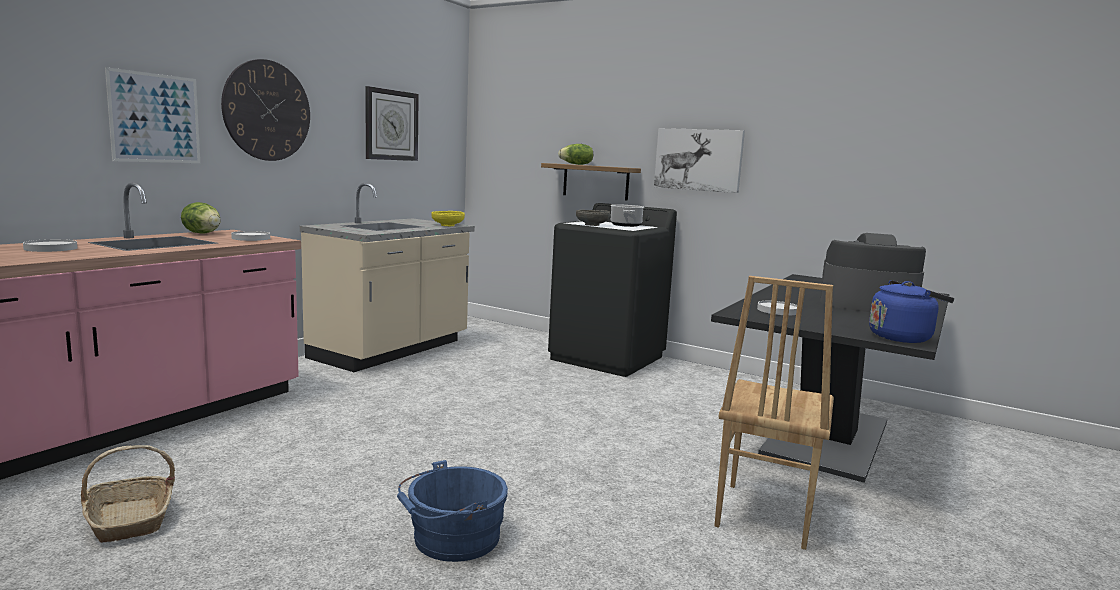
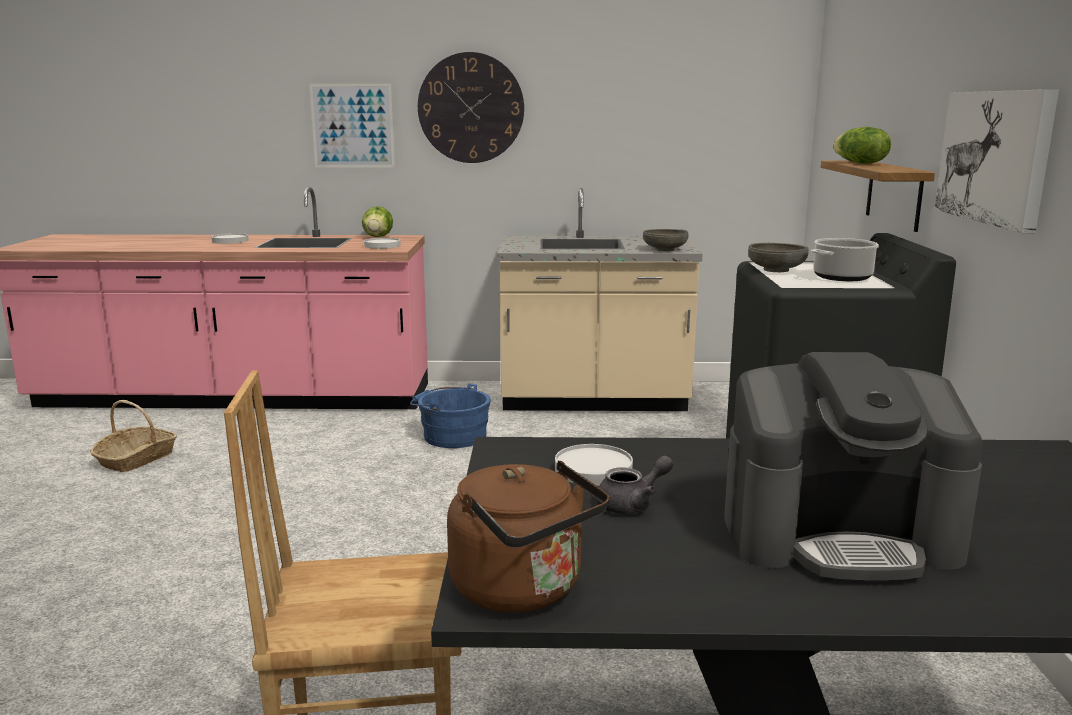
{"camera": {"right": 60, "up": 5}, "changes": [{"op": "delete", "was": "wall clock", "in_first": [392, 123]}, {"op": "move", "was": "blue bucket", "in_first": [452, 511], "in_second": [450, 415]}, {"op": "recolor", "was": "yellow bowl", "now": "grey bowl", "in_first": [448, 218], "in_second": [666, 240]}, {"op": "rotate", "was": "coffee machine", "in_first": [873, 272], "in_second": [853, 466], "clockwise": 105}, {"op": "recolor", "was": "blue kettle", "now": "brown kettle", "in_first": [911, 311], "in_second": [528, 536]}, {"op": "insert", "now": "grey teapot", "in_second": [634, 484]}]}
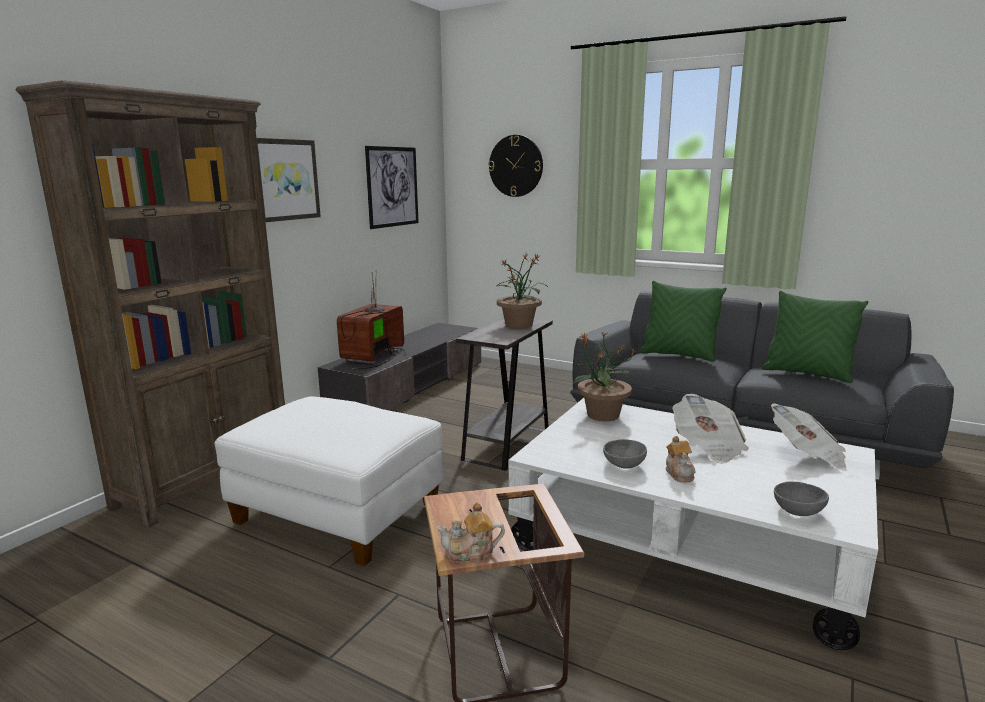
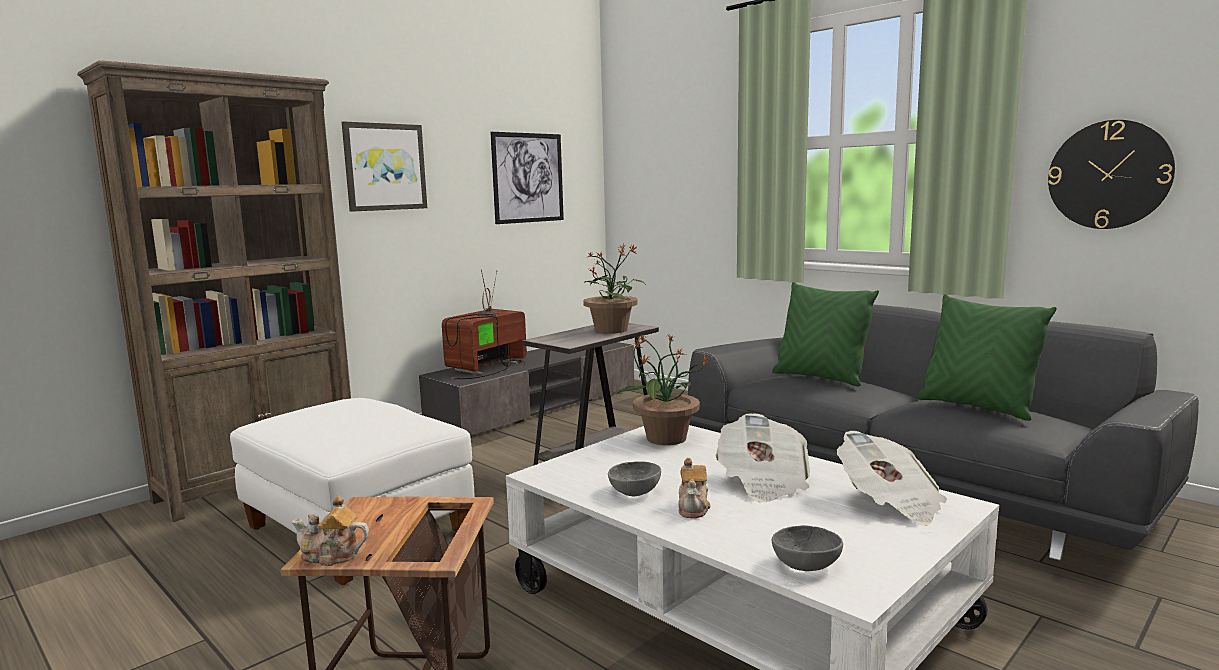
{"camera": {"right": 15, "up": -5}, "changes": [{"op": "move", "was": "wall clock", "in_first": [515, 166], "in_second": [1111, 174]}]}
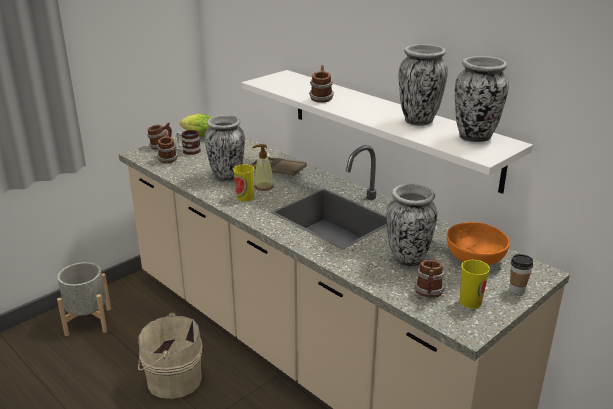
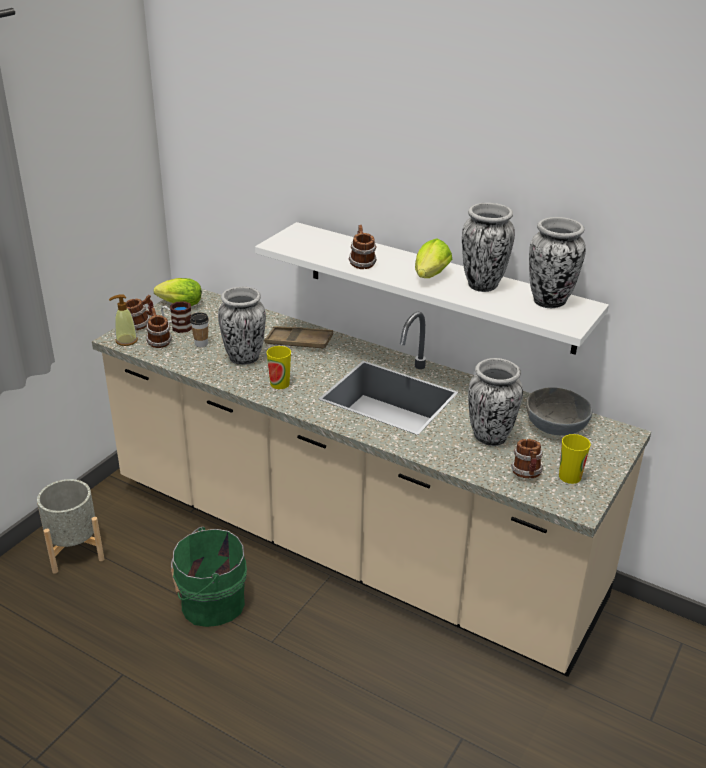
{"camera": {"right": -15, "up": 5}, "changes": [{"op": "recolor", "was": "beige bucket", "now": "green bucket", "in_first": [170, 356], "in_second": [209, 577]}, {"op": "move", "was": "soap dispenser", "in_first": [263, 167], "in_second": [123, 320]}, {"op": "recolor", "was": "orange bowl", "now": "grey bowl", "in_first": [478, 243], "in_second": [559, 411]}, {"op": "move", "was": "cup", "in_first": [521, 274], "in_second": [199, 329]}, {"op": "insert", "now": "lettuce", "in_second": [433, 258]}]}
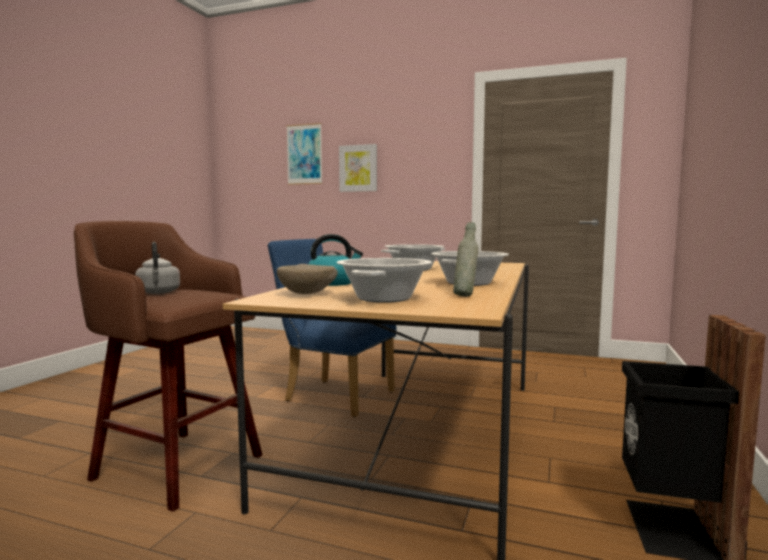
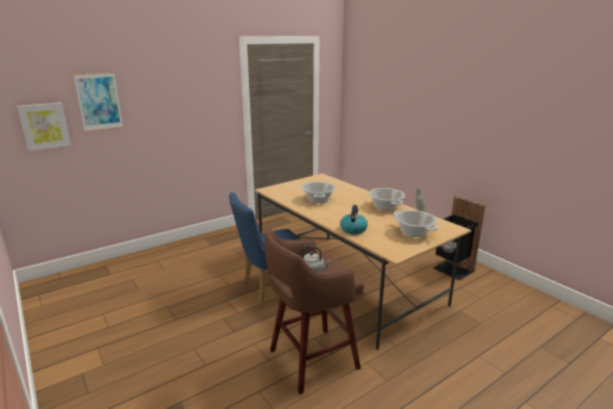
{"camera": {"right": -55, "up": 15}, "changes": [{"op": "delete", "was": "beige bowl", "in_first": [307, 279]}, {"op": "move", "was": "picture", "in_first": [358, 168], "in_second": [44, 126]}]}
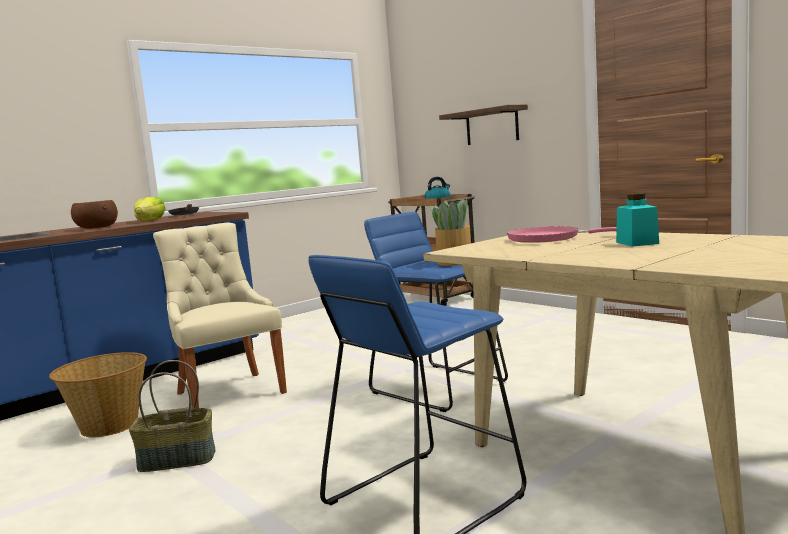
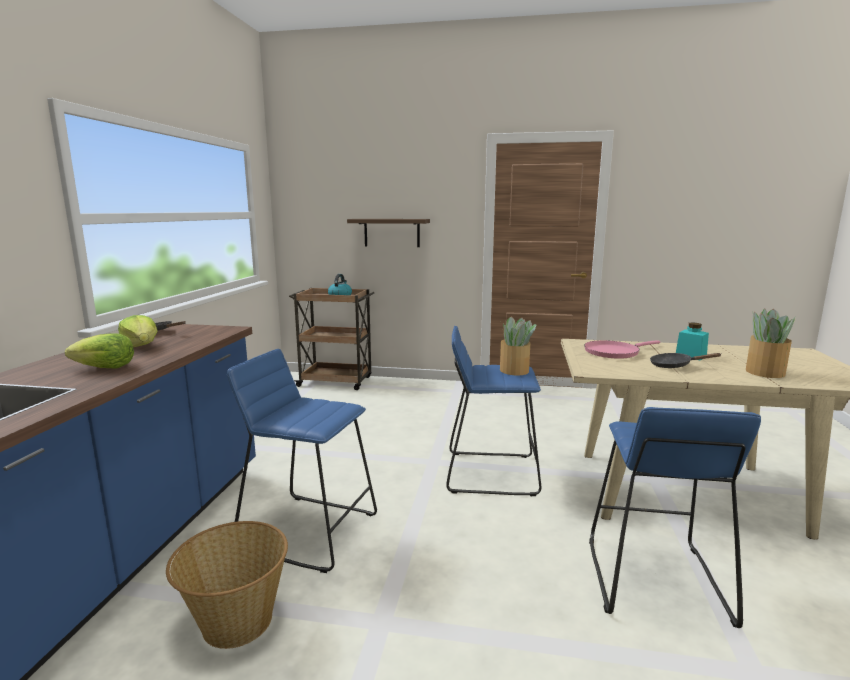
{"camera": {"right": -40, "up": 5}, "changes": [{"op": "replace", "was": "brown bowl", "now": "lettuce", "in_first": [94, 214], "in_second": [99, 350]}, {"op": "delete", "was": "basket", "in_first": [172, 416]}, {"op": "replace", "was": "beige chair", "now": "blue stool", "in_first": [220, 316], "in_second": [302, 461]}, {"op": "insert", "now": "black frying pan", "in_second": [685, 360]}, {"op": "insert", "now": "potted plant", "in_second": [771, 343]}]}
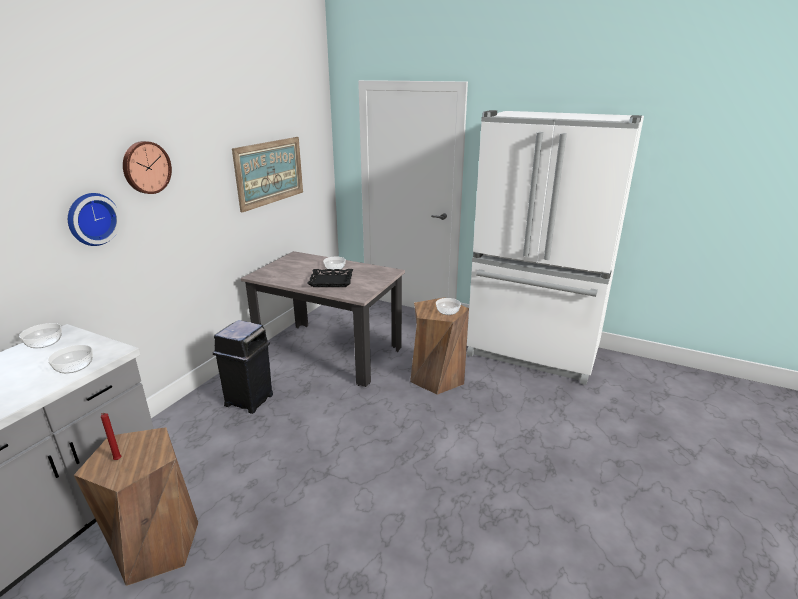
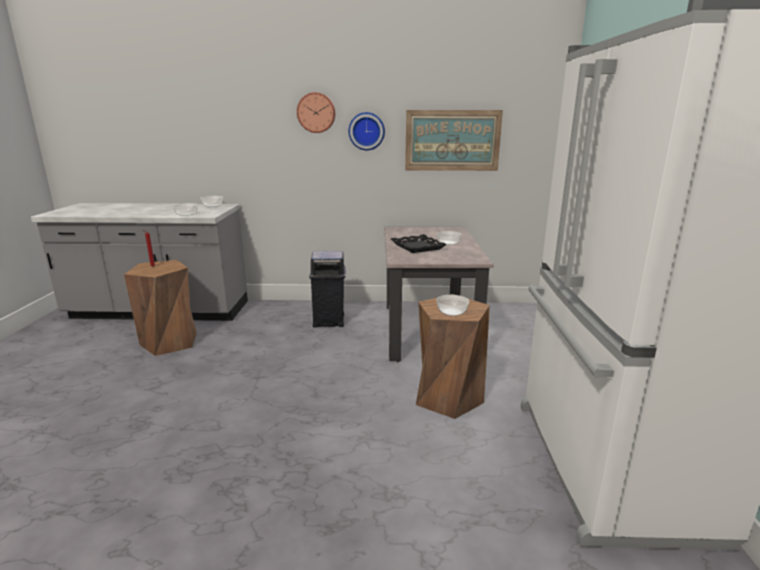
{"camera": {"right": 65, "up": -5}, "changes": [{"op": "move", "was": "wall clock", "in_first": [94, 219], "in_second": [367, 131]}]}
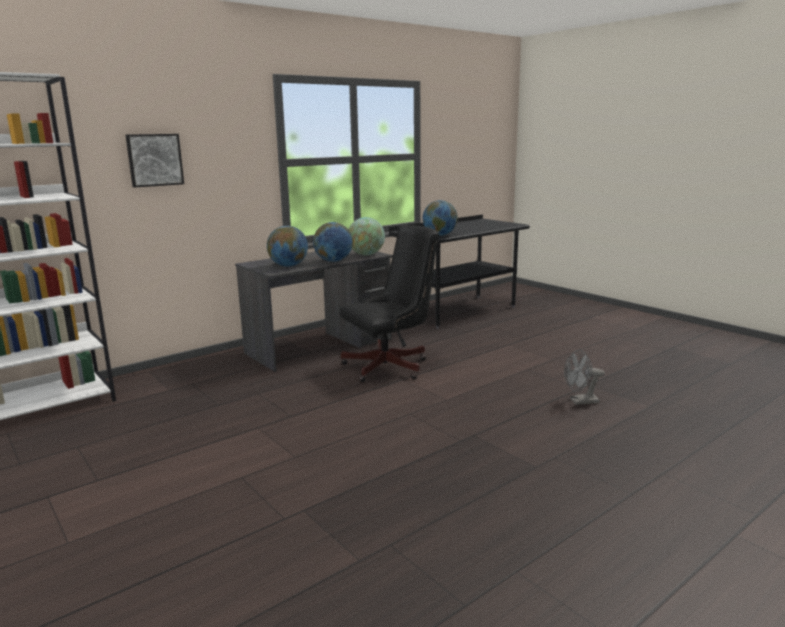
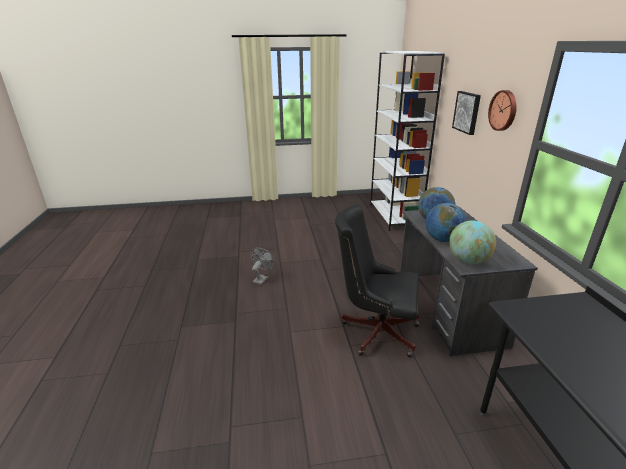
{"camera": {"right": 120, "up": 10}, "changes": [{"op": "rotate", "was": "black office chair", "in_first": [389, 303], "in_second": [377, 281], "clockwise": 105}, {"op": "delete", "was": "globe", "in_first": [440, 218]}, {"op": "move", "was": "grey fan", "in_first": [584, 377], "in_second": [262, 266]}, {"op": "insert", "now": "wall clock", "in_second": [502, 110]}]}
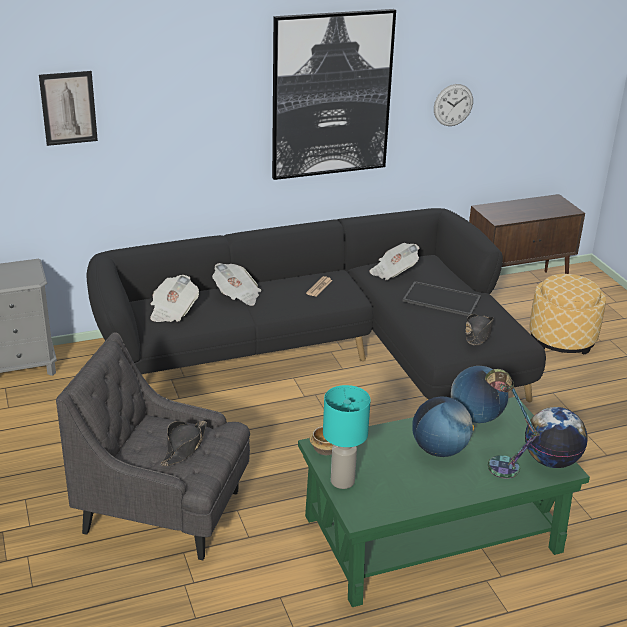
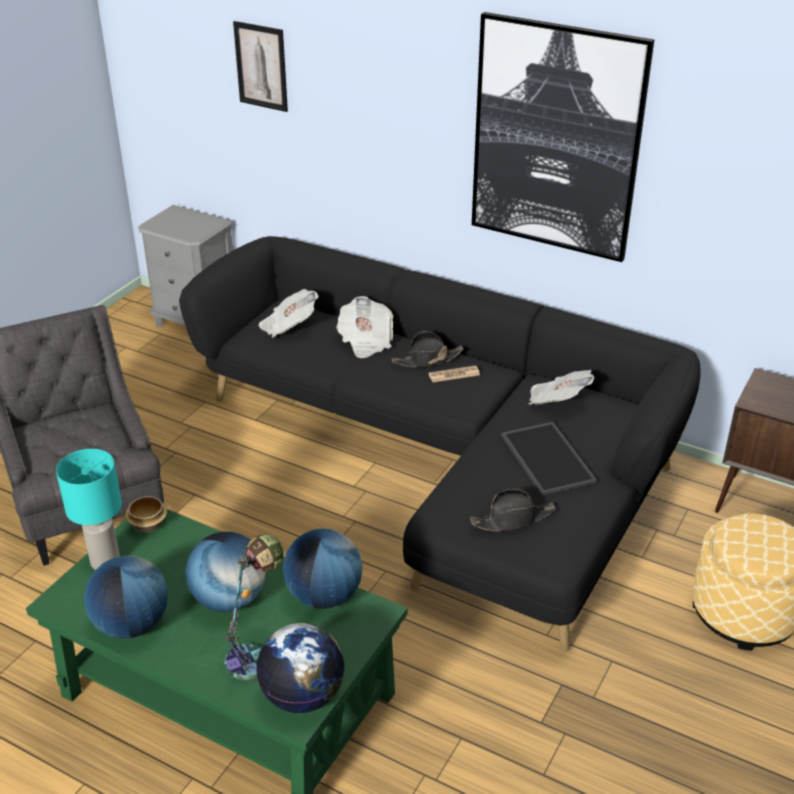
{"camera": {"right": 50, "up": 5}, "changes": [{"op": "move", "was": "black hat", "in_first": [183, 443], "in_second": [428, 349]}, {"op": "delete", "was": "wall clock", "in_first": [453, 105]}, {"op": "insert", "now": "globe", "in_second": [126, 597]}]}
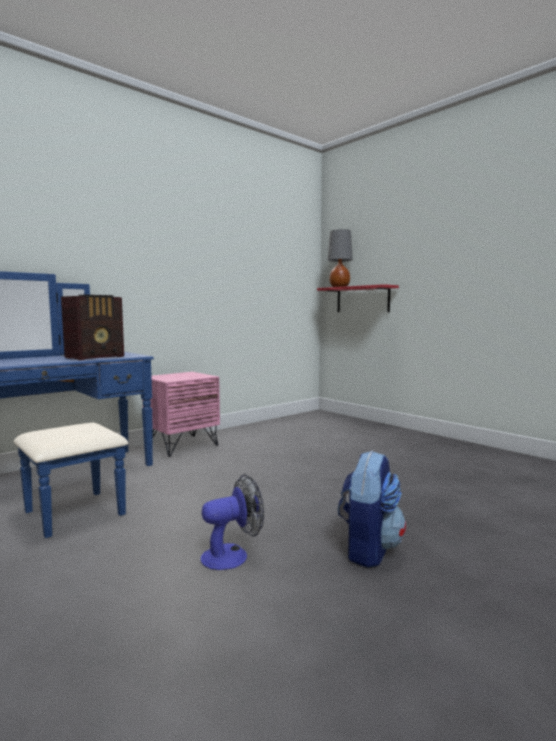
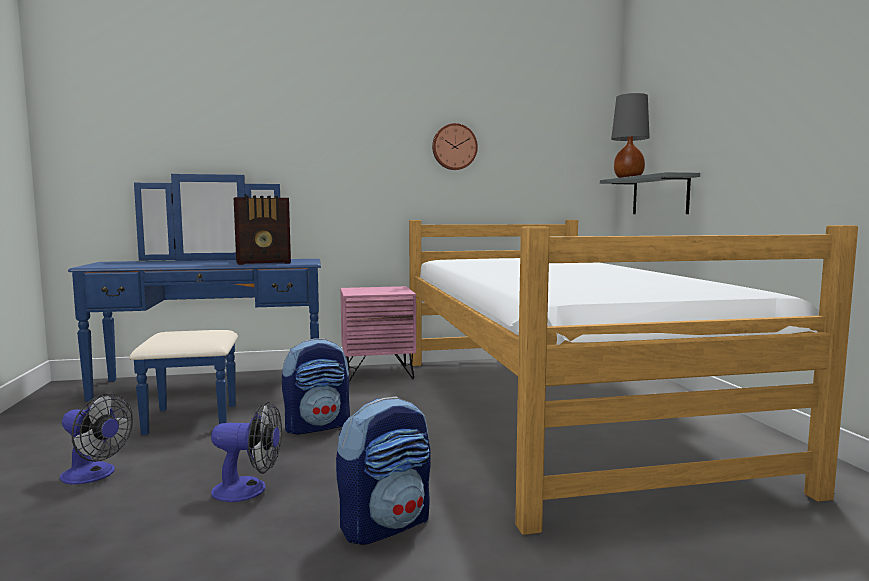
{"camera": {"right": 30, "up": 0}, "changes": [{"op": "recolor", "was": "red shelf", "now": "grey shelf", "in_first": [358, 298], "in_second": [650, 193]}, {"op": "insert", "now": "fan", "in_second": [96, 438]}, {"op": "insert", "now": "backpack", "in_second": [316, 386]}, {"op": "insert", "now": "bed", "in_second": [633, 377]}, {"op": "insert", "now": "wall clock", "in_second": [455, 146]}]}
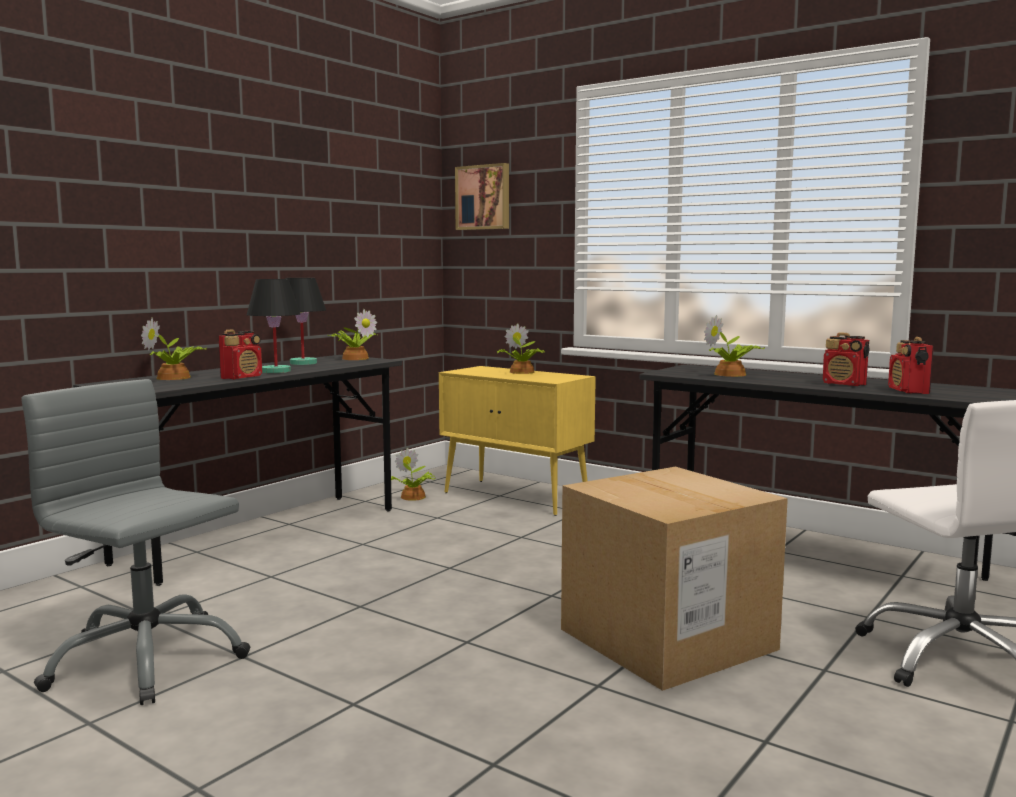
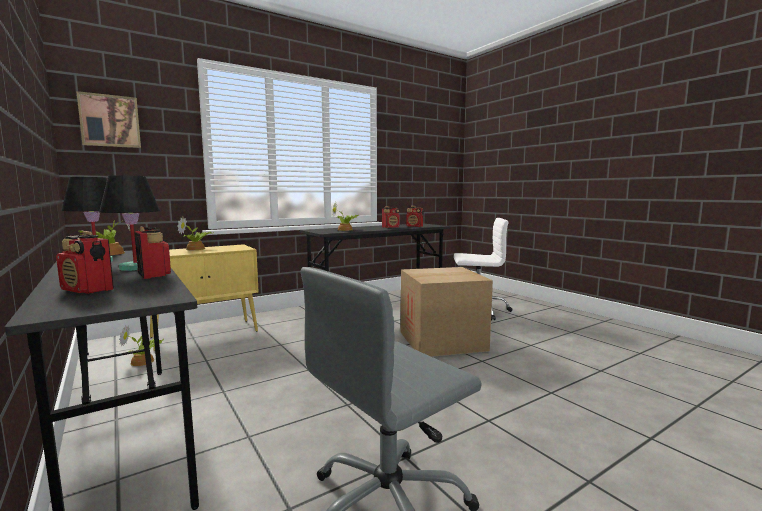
{"camera": {"right": -70, "up": 0}, "changes": [{"op": "replace", "was": "potted plant", "now": "radio", "in_first": [174, 349], "in_second": [85, 262]}]}
